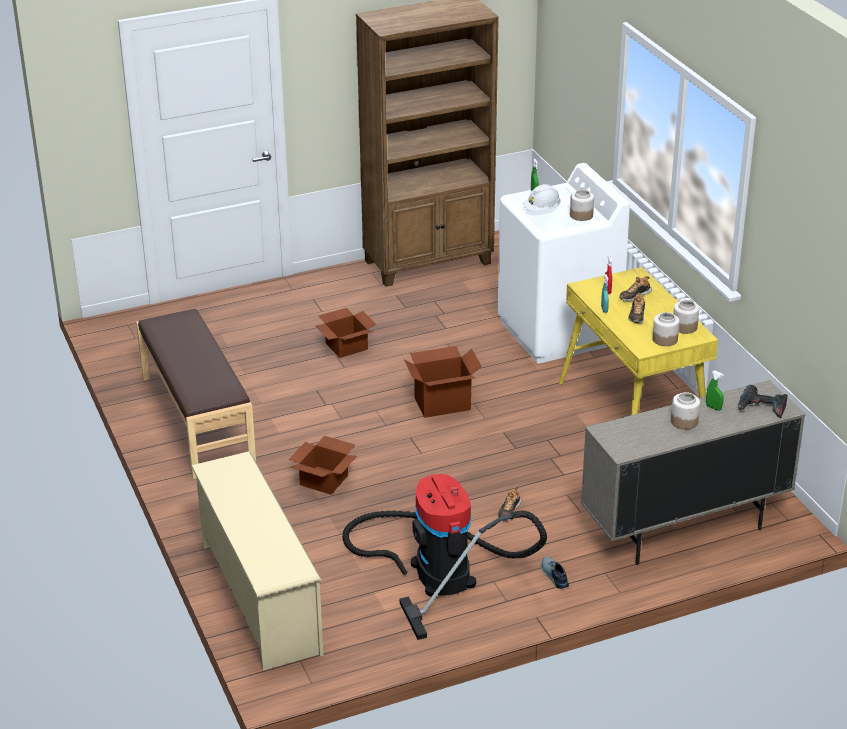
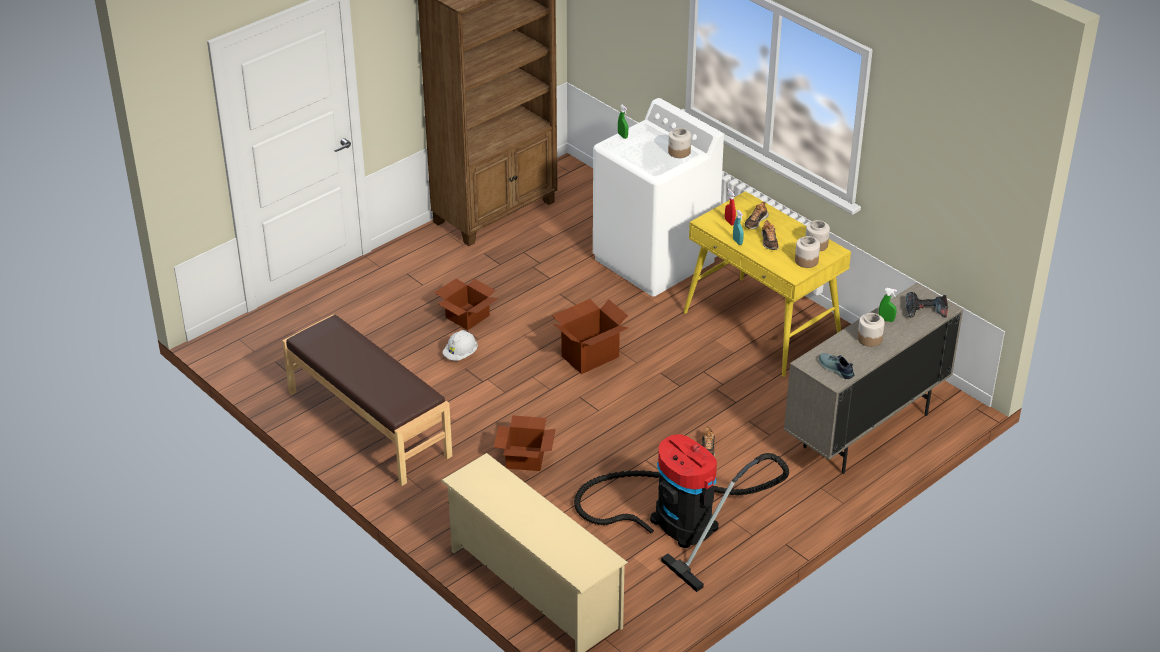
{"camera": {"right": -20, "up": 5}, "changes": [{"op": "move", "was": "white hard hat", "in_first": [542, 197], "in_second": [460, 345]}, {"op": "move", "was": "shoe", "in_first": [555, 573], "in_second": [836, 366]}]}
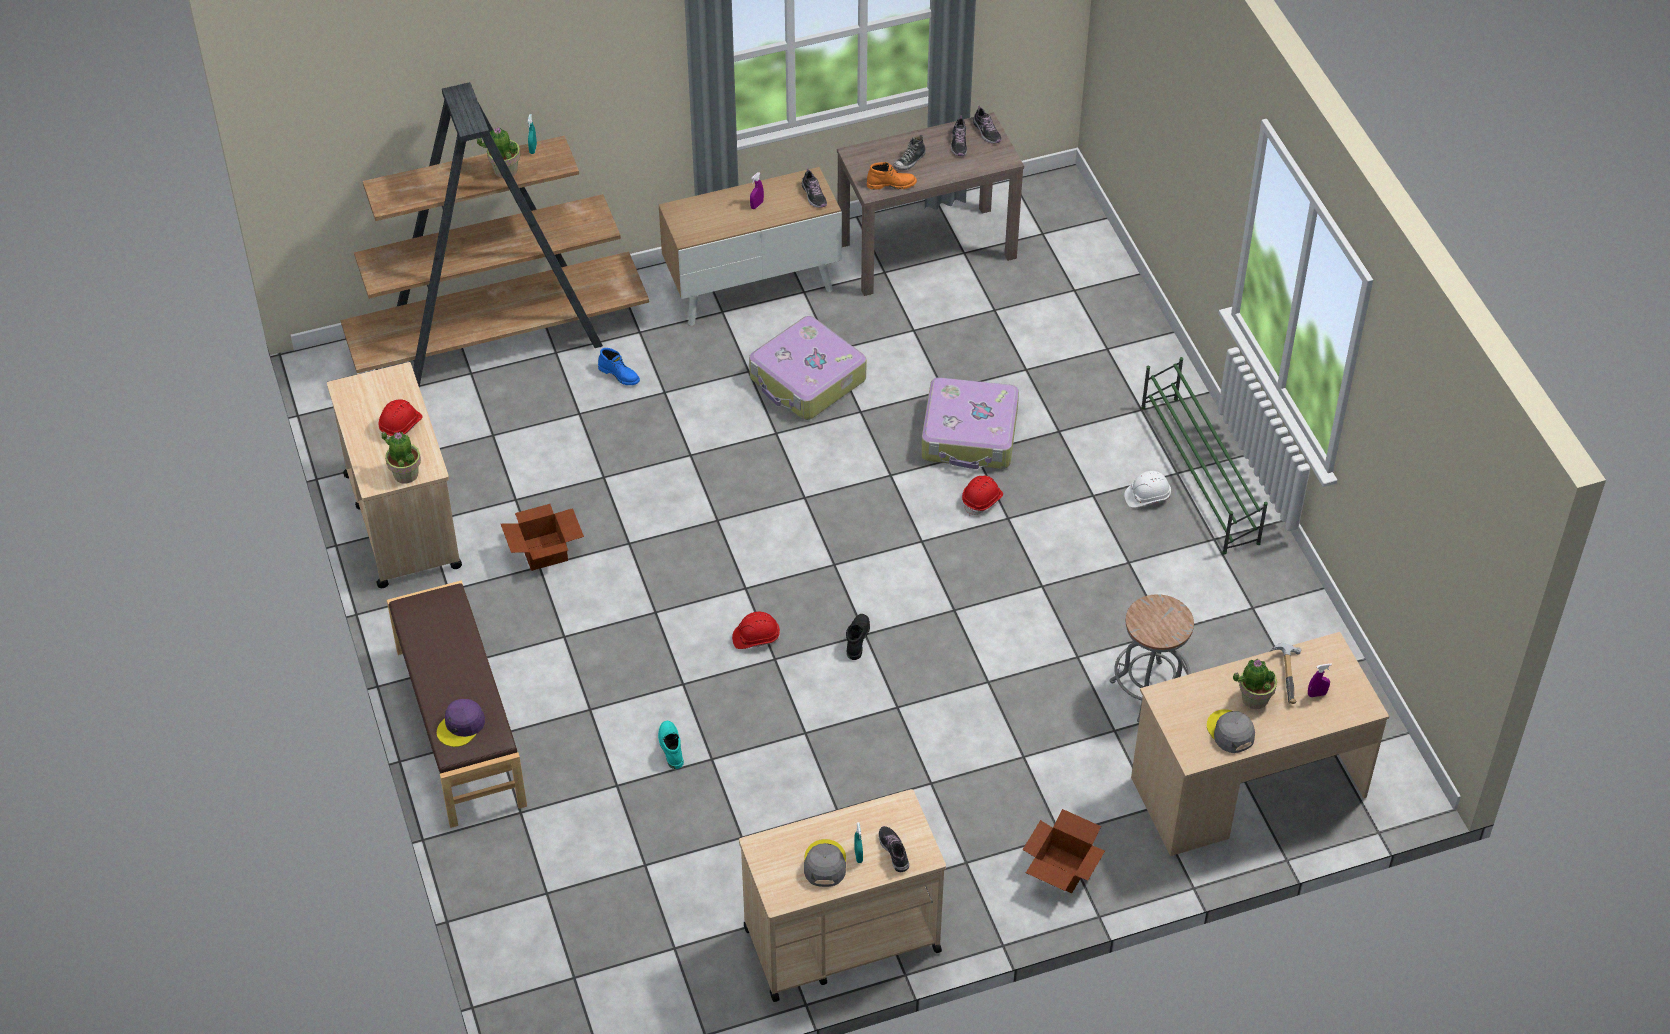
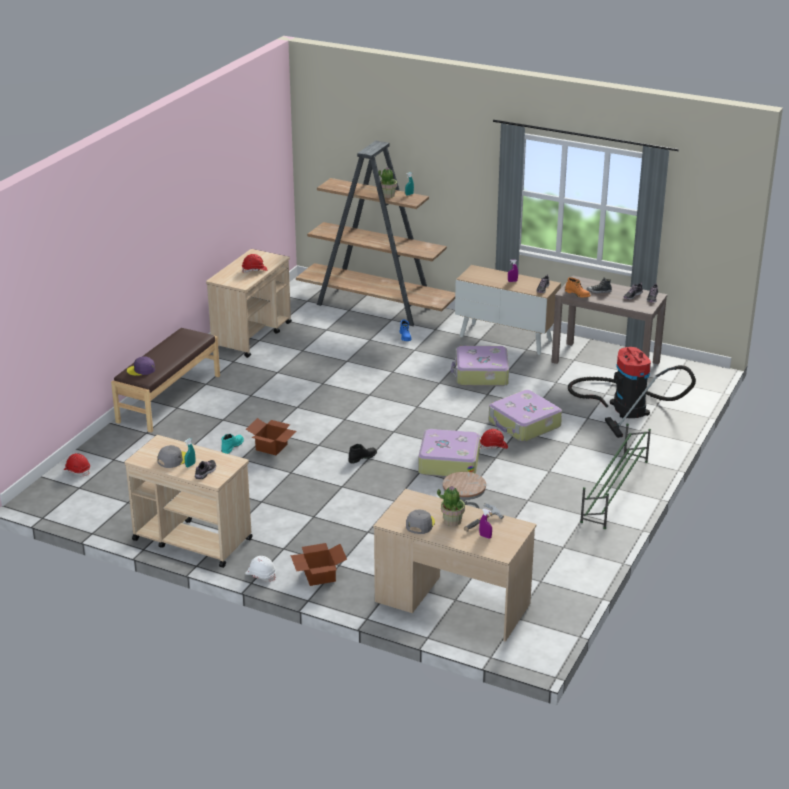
{"camera": {"right": 45, "up": -20}, "changes": [{"op": "delete", "was": "potted plant", "in_first": [401, 457]}, {"op": "move", "was": "cardboard box", "in_first": [542, 537], "in_second": [271, 436]}, {"op": "move", "was": "red hard hat", "in_first": [756, 630], "in_second": [76, 465]}, {"op": "move", "was": "white hard hat", "in_first": [1147, 489], "in_second": [260, 569]}, {"op": "insert", "now": "suitcase", "in_second": [449, 453]}, {"op": "insert", "now": "vacuum cleaner", "in_second": [632, 392]}]}
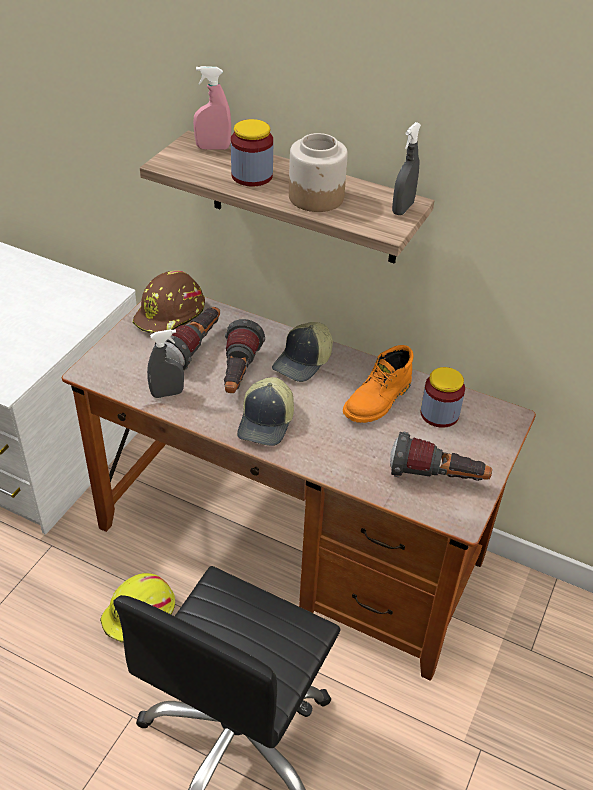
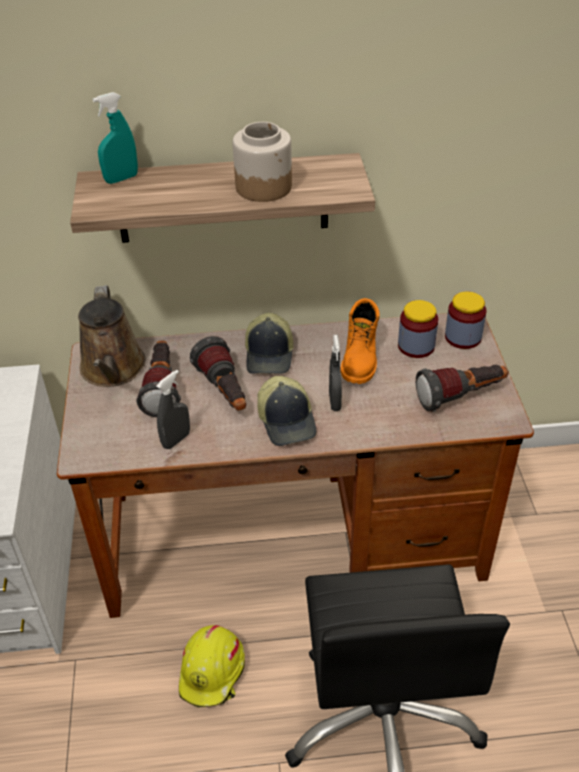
{"camera": {"right": -30, "up": 0}, "changes": [{"op": "replace", "was": "brown hard hat", "now": "brown watering can", "in_first": [169, 301], "in_second": [112, 336]}, {"op": "recolor", "was": "pink spray bottle", "now": "turquoise spray bottle", "in_first": [212, 108], "in_second": [115, 138]}, {"op": "move", "was": "jar", "in_first": [252, 152], "in_second": [465, 320]}, {"op": "move", "was": "grey spray bottle", "in_first": [406, 168], "in_second": [335, 373]}]}
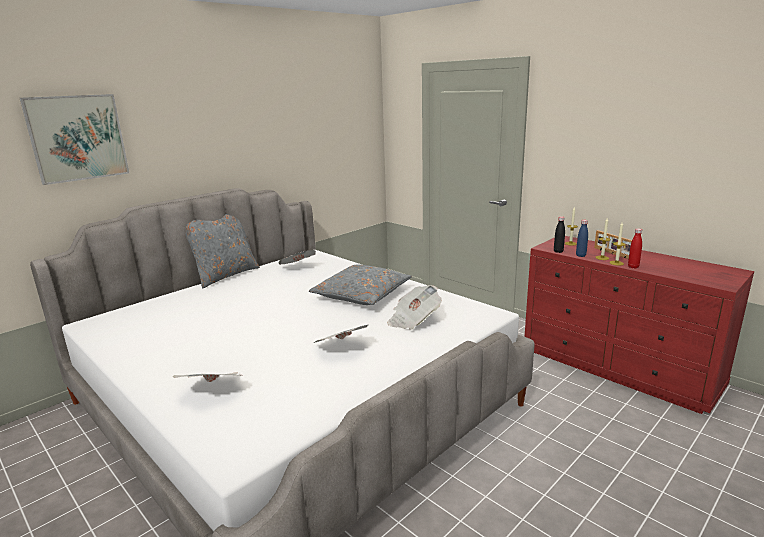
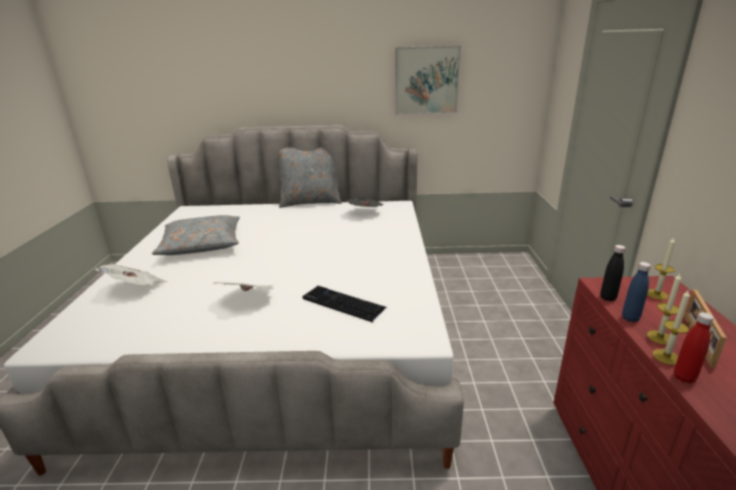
{"camera": {"right": 45, "up": 5}, "changes": [{"op": "move", "was": "picture", "in_first": [74, 139], "in_second": [428, 80]}, {"op": "move", "was": "grey pillow", "in_first": [360, 284], "in_second": [196, 235]}, {"op": "replace", "was": "newspaper", "now": "keyboard", "in_first": [414, 307], "in_second": [345, 304]}]}
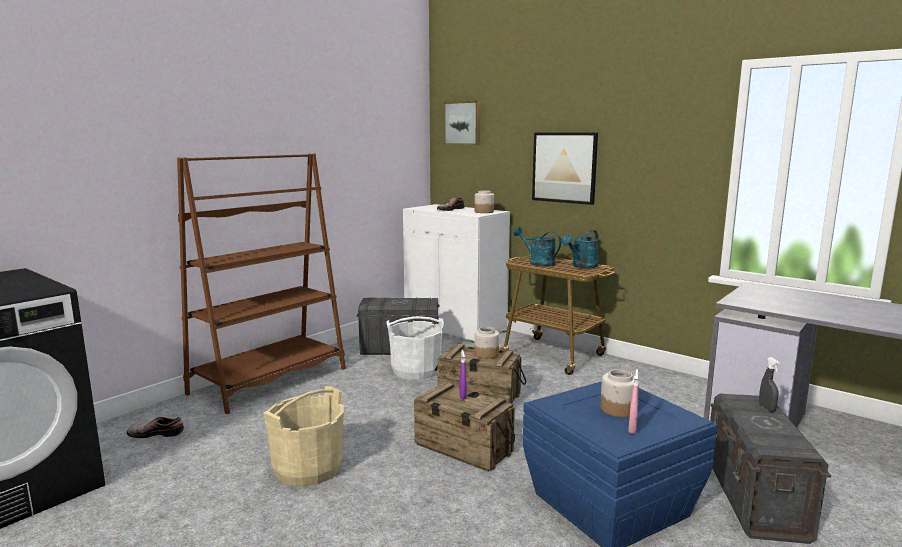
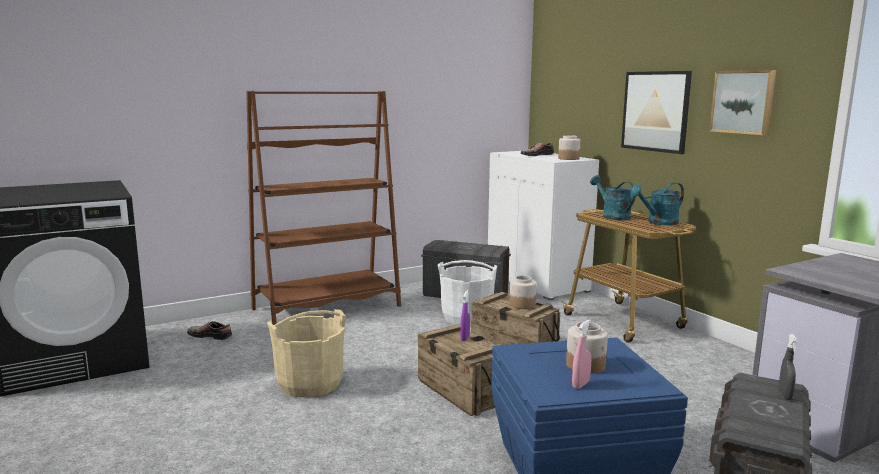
{"camera": {"right": 20, "up": 0}, "changes": [{"op": "move", "was": "picture", "in_first": [462, 123], "in_second": [742, 102]}]}
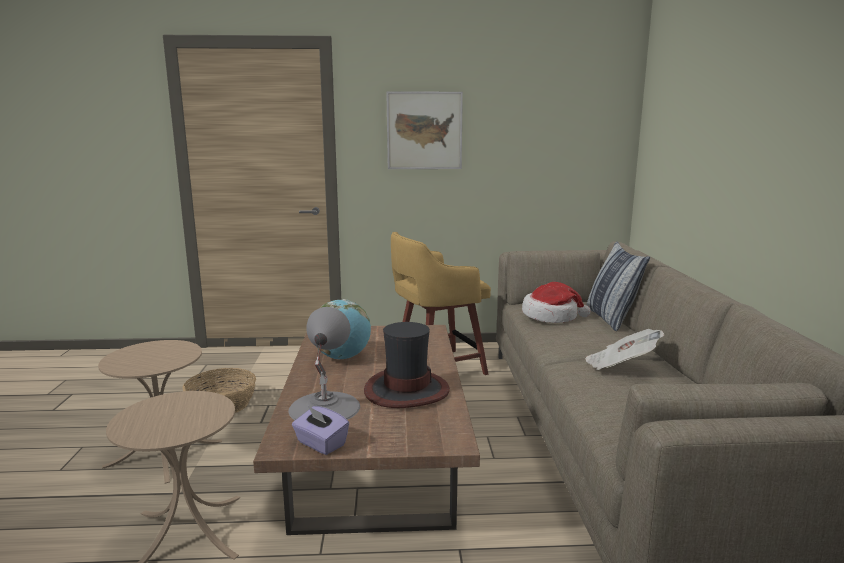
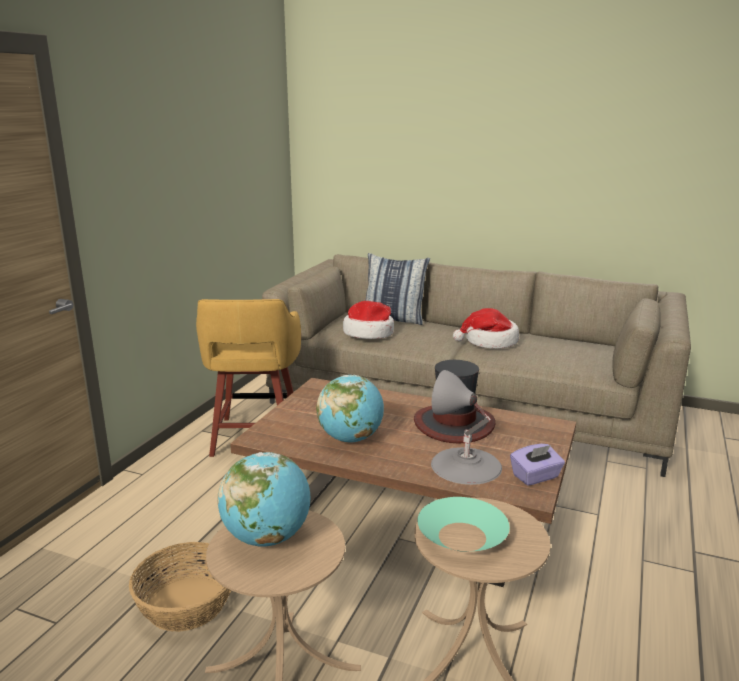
{"camera": {"right": -65, "up": 5}, "changes": [{"op": "delete", "was": "picture", "in_first": [424, 130]}, {"op": "replace", "was": "newspaper", "now": "hat", "in_first": [624, 349], "in_second": [486, 328]}, {"op": "insert", "now": "globe", "in_second": [263, 499]}, {"op": "insert", "now": "turquoise bowl", "in_second": [463, 524]}]}
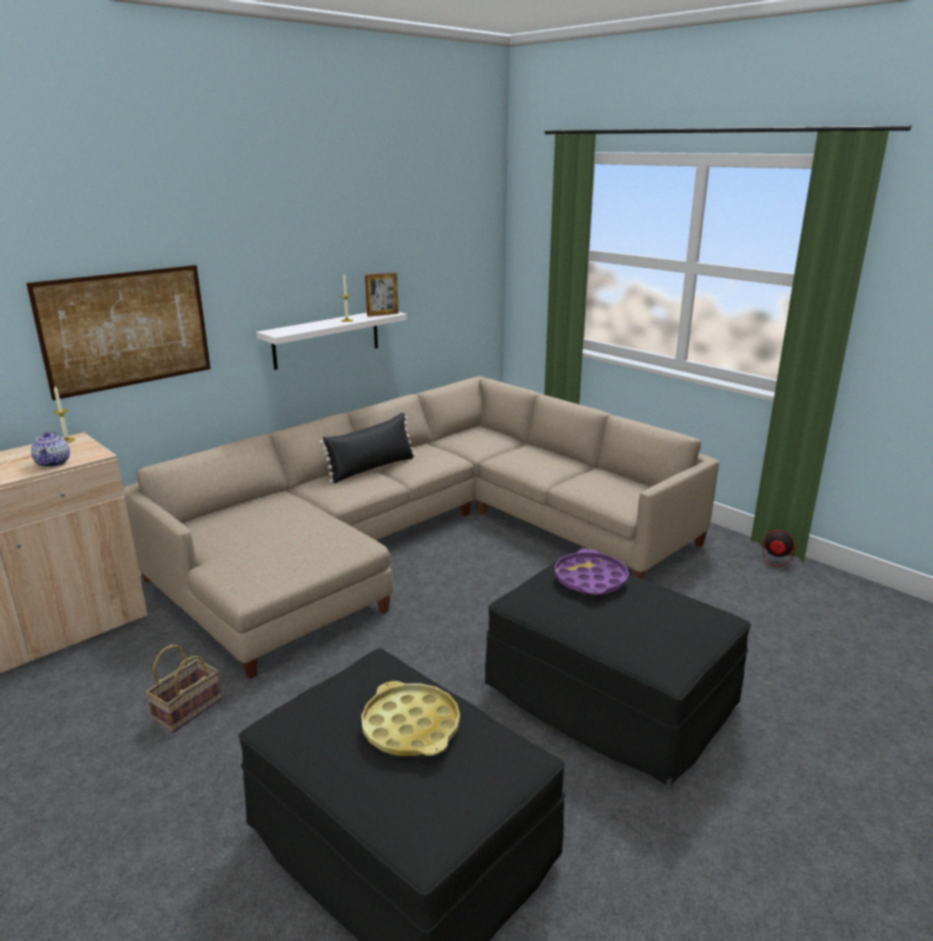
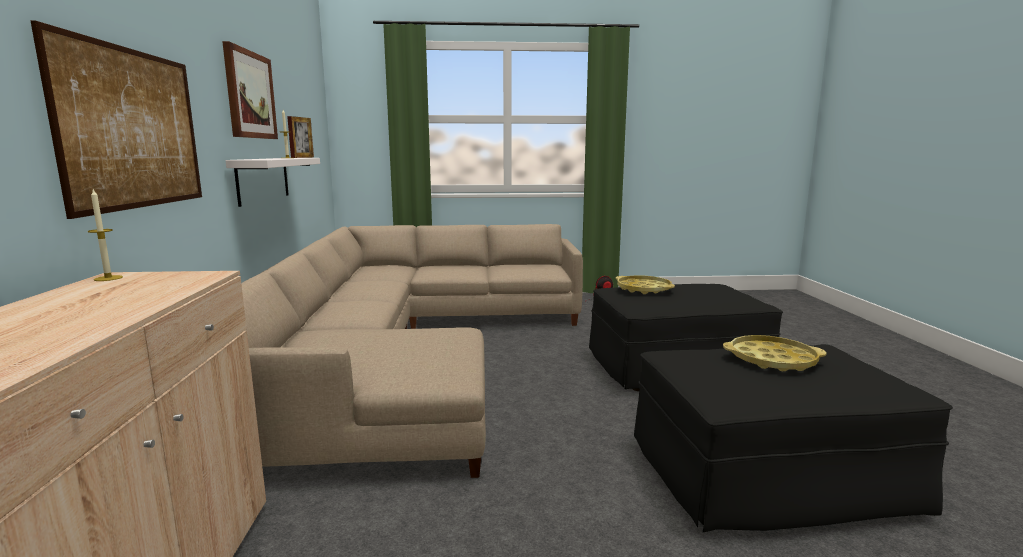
{"camera": {"right": -50, "up": -10}, "changes": [{"op": "delete", "was": "teapot", "in_first": [50, 449]}, {"op": "delete", "was": "basket", "in_first": [184, 689]}, {"op": "delete", "was": "black pillow", "in_first": [367, 448]}, {"op": "recolor", "was": "purple tray", "now": "yellow tray", "in_first": [591, 572], "in_second": [645, 284]}, {"op": "insert", "now": "picture", "in_second": [250, 90]}]}
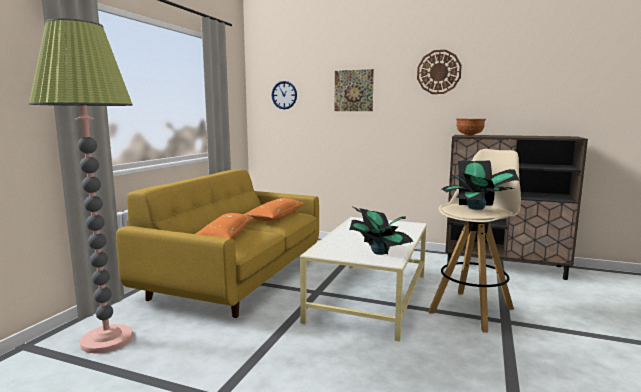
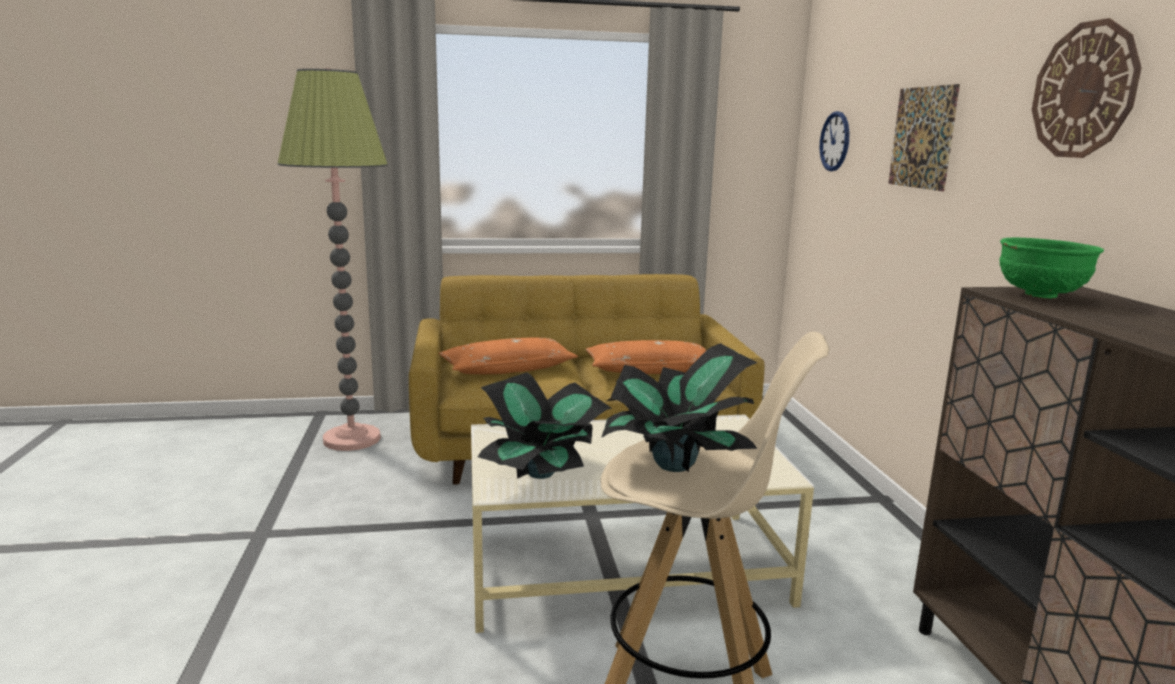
{"camera": {"right": 60, "up": 5}, "changes": [{"op": "recolor", "was": "brown bowl", "now": "green bowl", "in_first": [471, 127], "in_second": [1051, 267]}]}
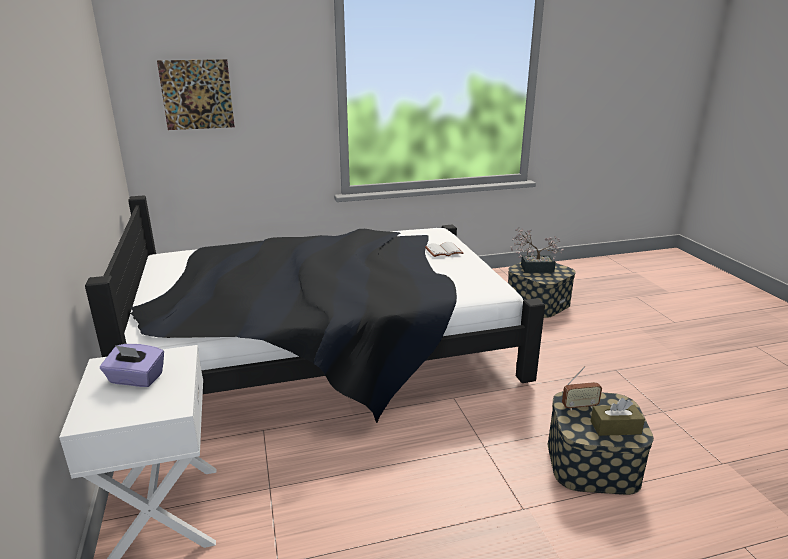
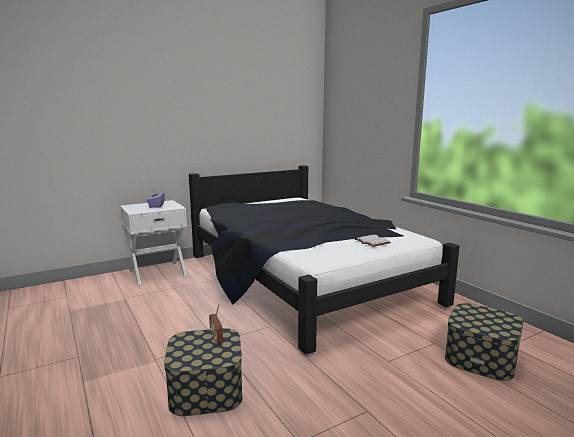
{"camera": {"right": 75, "up": -10}, "changes": [{"op": "delete", "was": "picture", "in_first": [196, 94]}, {"op": "delete", "was": "potted plant", "in_first": [537, 250]}, {"op": "delete", "was": "brown tissue box", "in_first": [618, 417]}]}
